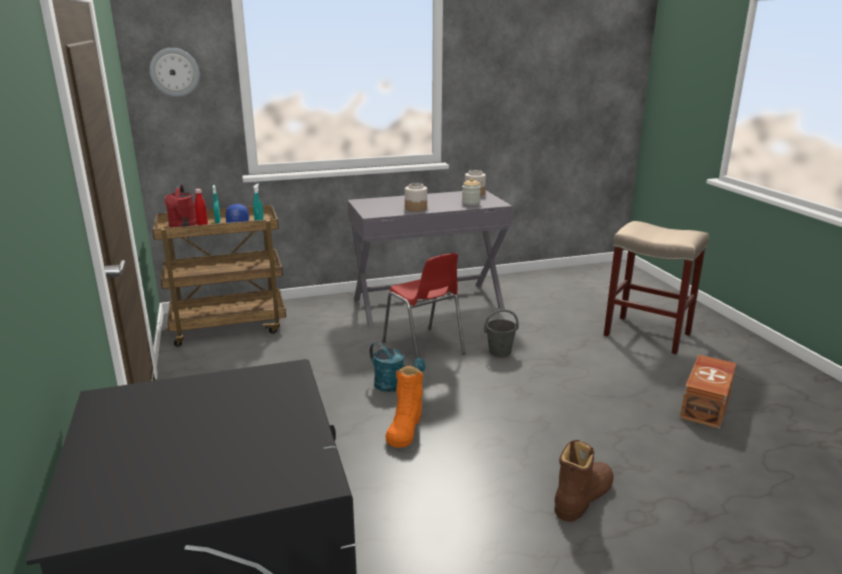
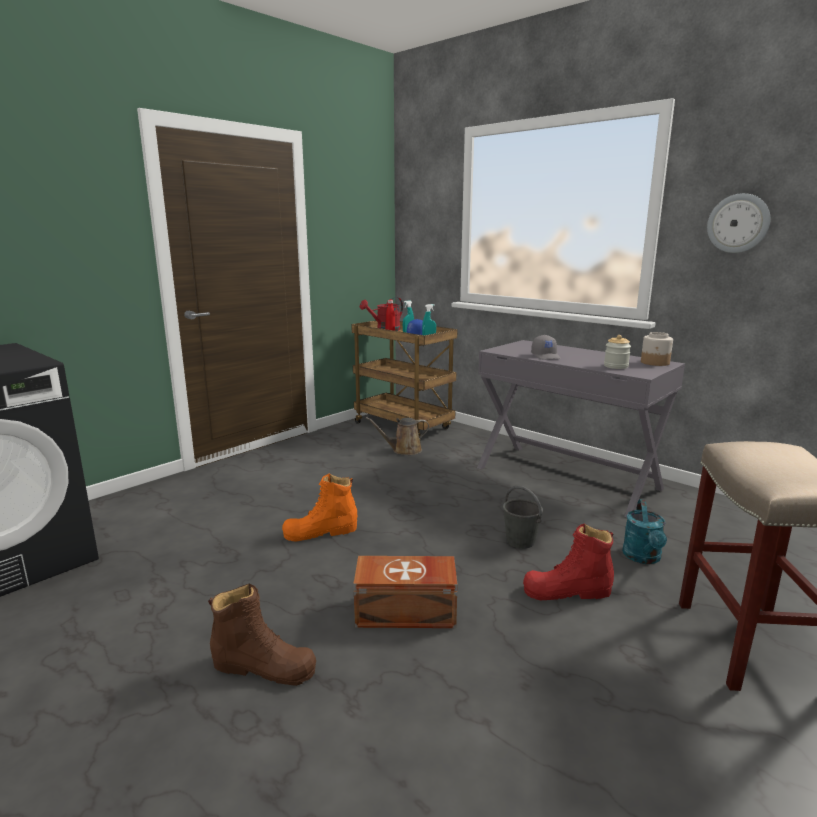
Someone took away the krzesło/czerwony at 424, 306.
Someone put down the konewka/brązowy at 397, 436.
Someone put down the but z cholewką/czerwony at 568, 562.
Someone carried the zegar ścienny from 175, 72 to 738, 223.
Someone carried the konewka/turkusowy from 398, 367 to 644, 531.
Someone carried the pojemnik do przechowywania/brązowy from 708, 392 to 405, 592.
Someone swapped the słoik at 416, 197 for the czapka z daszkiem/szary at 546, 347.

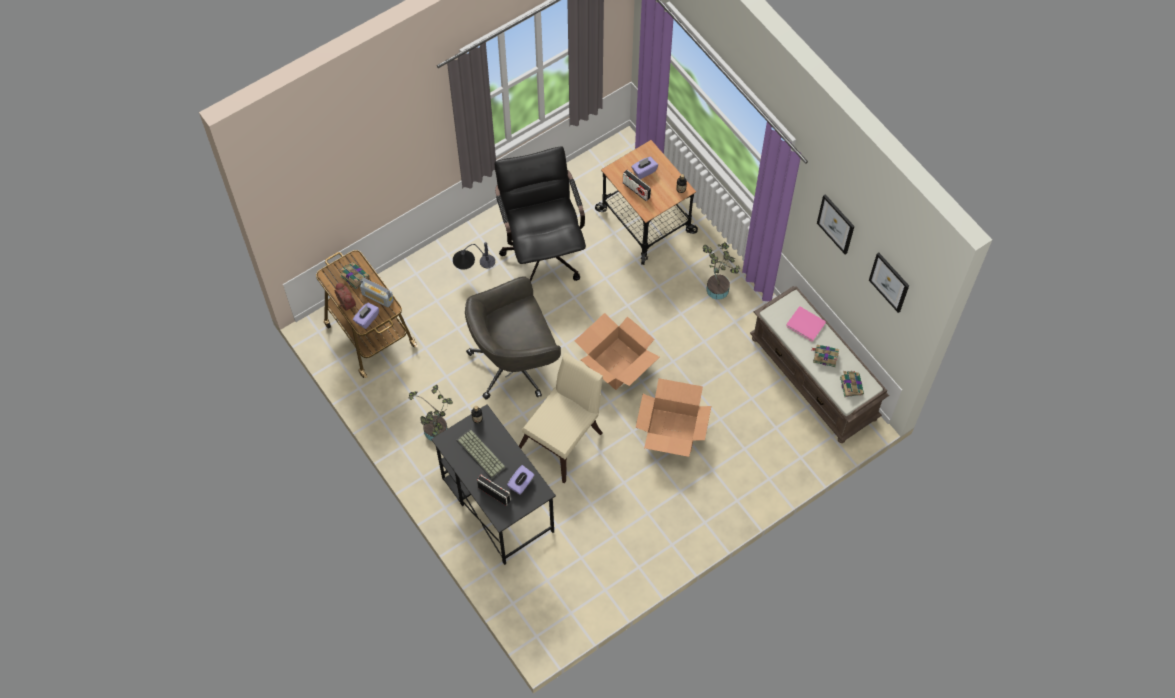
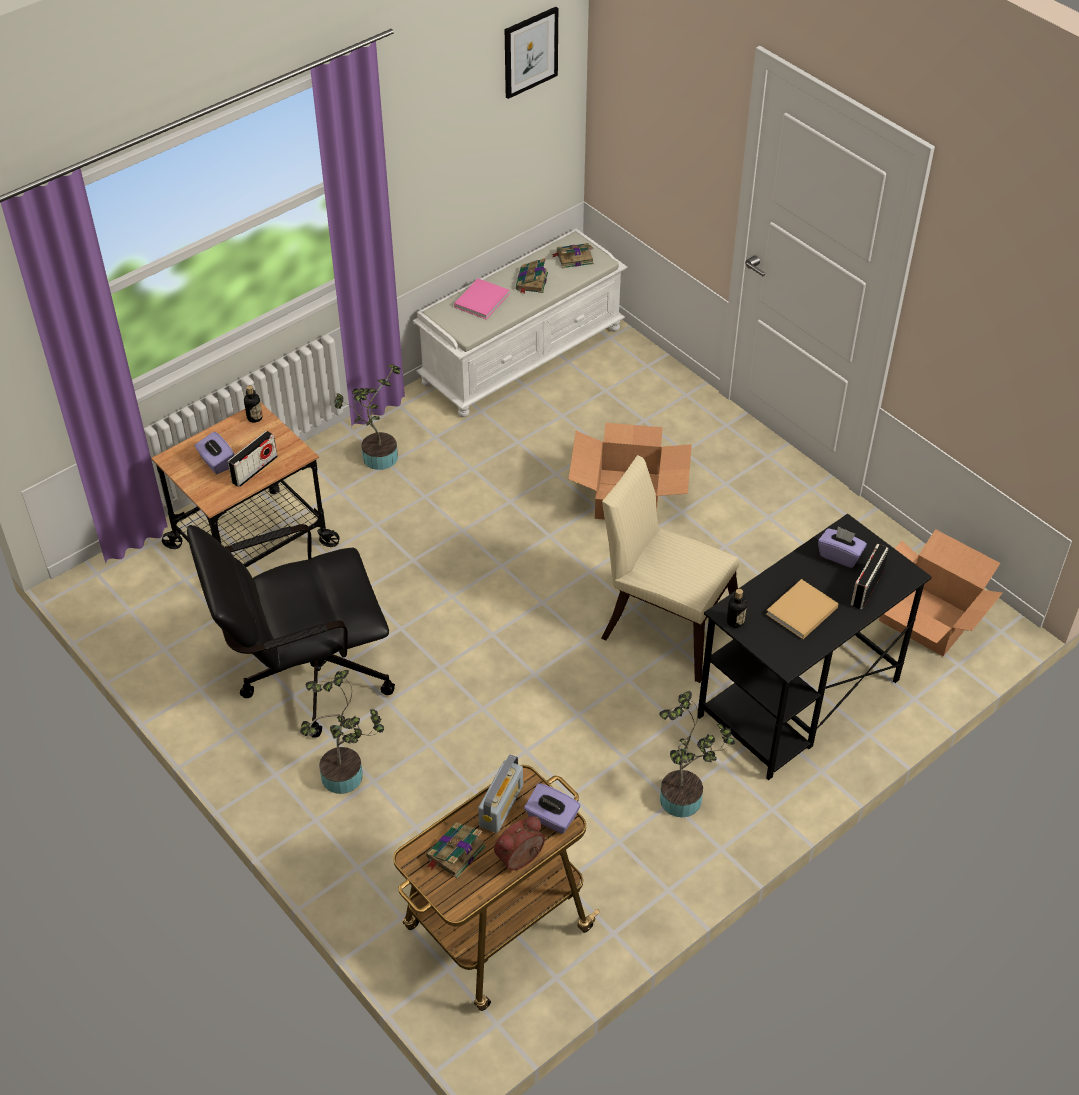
Someone took away the krzesło biurowe/szary at 513, 338.
Someone took away the obraz at 835, 224.
Someone carried the karton from 617, 351 to 940, 592.
Someone swapped the lampa stołowa at 474, 256 for the roślina doniczkowa at 342, 732.
Someone swapped the klawiatura at 481, 454 for the książka/beżowy at 802, 609.
Someone repainted the ławka/brązowy at 819, 364, which became the ławka/biały at 520, 323.

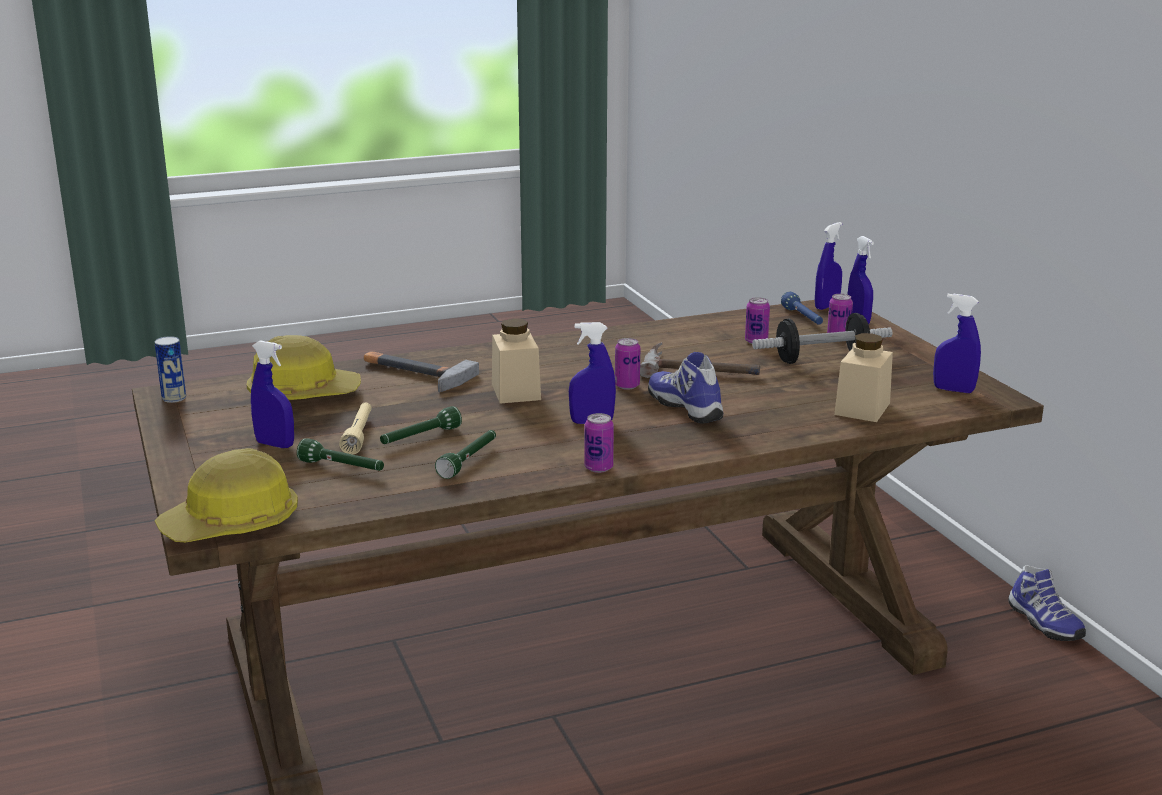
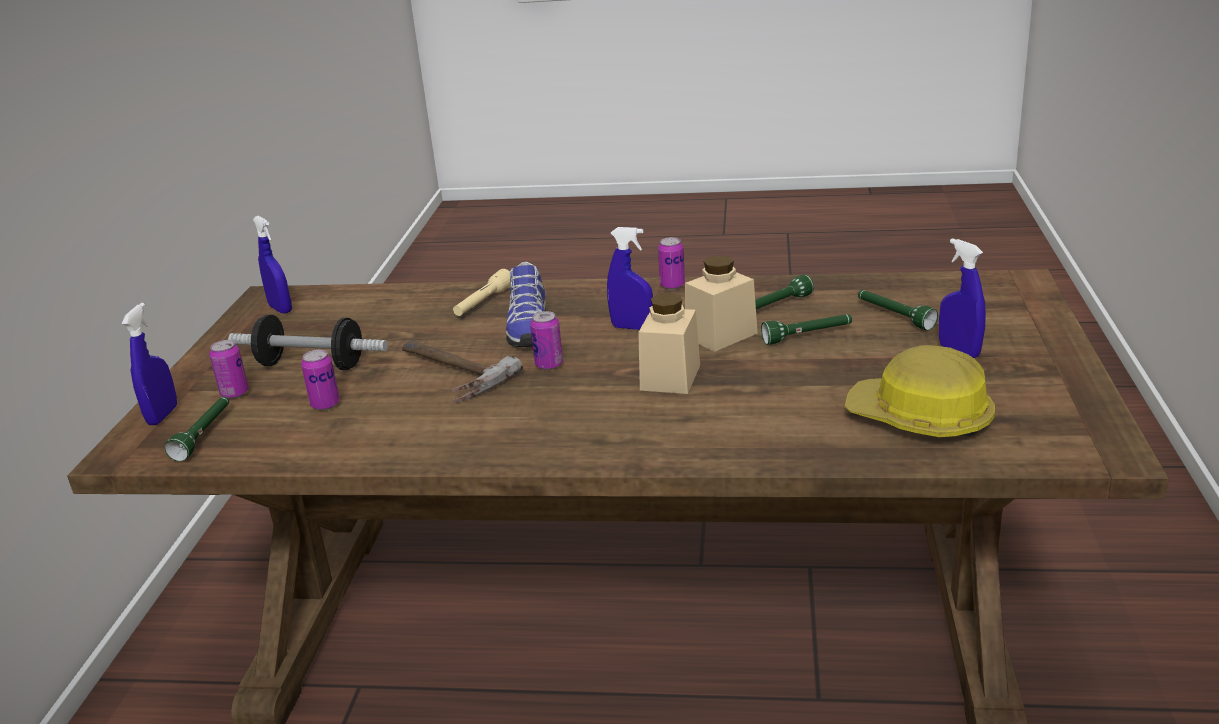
Someone took away the puszka at 170, 369.
Someone took away the kask at 226, 495.
Someone took away the młotek at 421, 372.
Someone took away the spryskiwacz/niebieski at 828, 266.
Someone took away the but at 1047, 603.
Someone carried the latarka/beżowy from 355, 428 to 481, 292.
Someone carried the słoik/beżowy from 863, 377 to 721, 303.
Someone repainted the latarka/niebieski at 802, 308, which became the latarka/zielony at 196, 429.

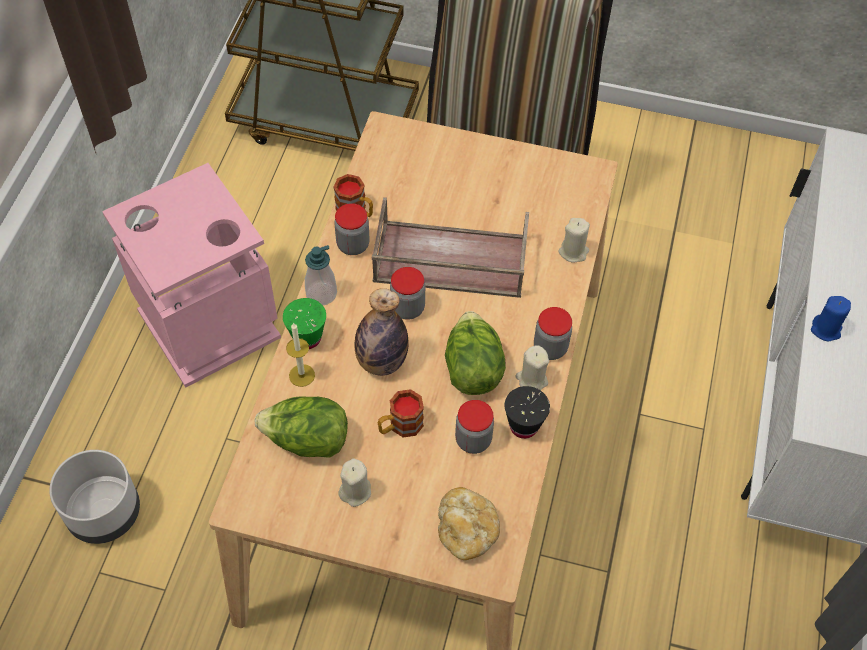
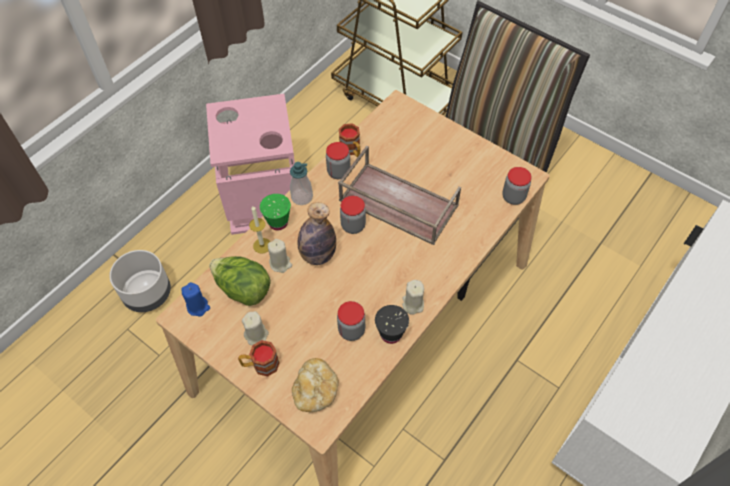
Someone took away the sałata at 475, 353.
Someone carried the kubek from 401, 413 to 259, 358.
Someone carried the słoik from 553, 333 to 517, 186.
Someone carried the świeca/beżowy from 574, 240 to 280, 256.
Someone carried the świeca/niebieski from 831, 318 to 195, 299.

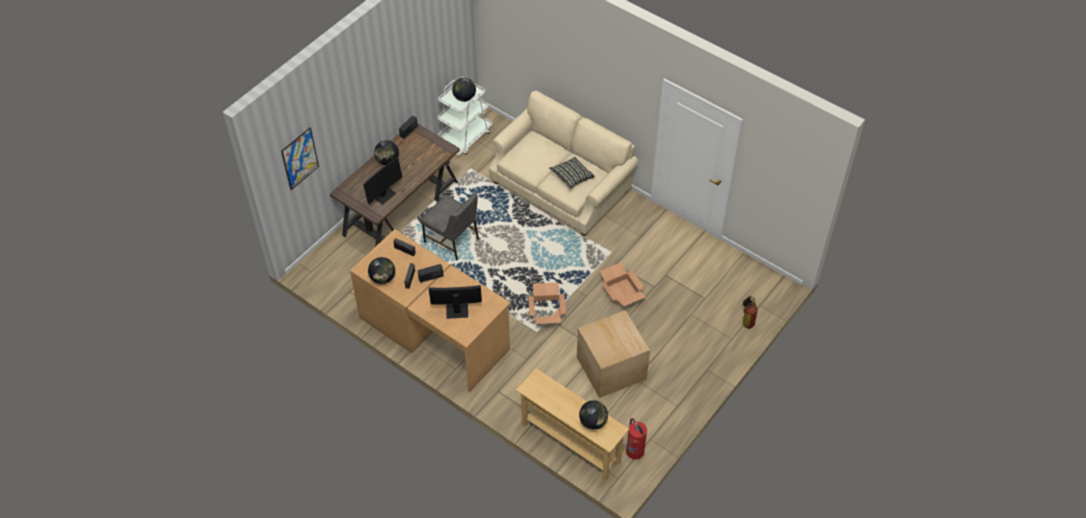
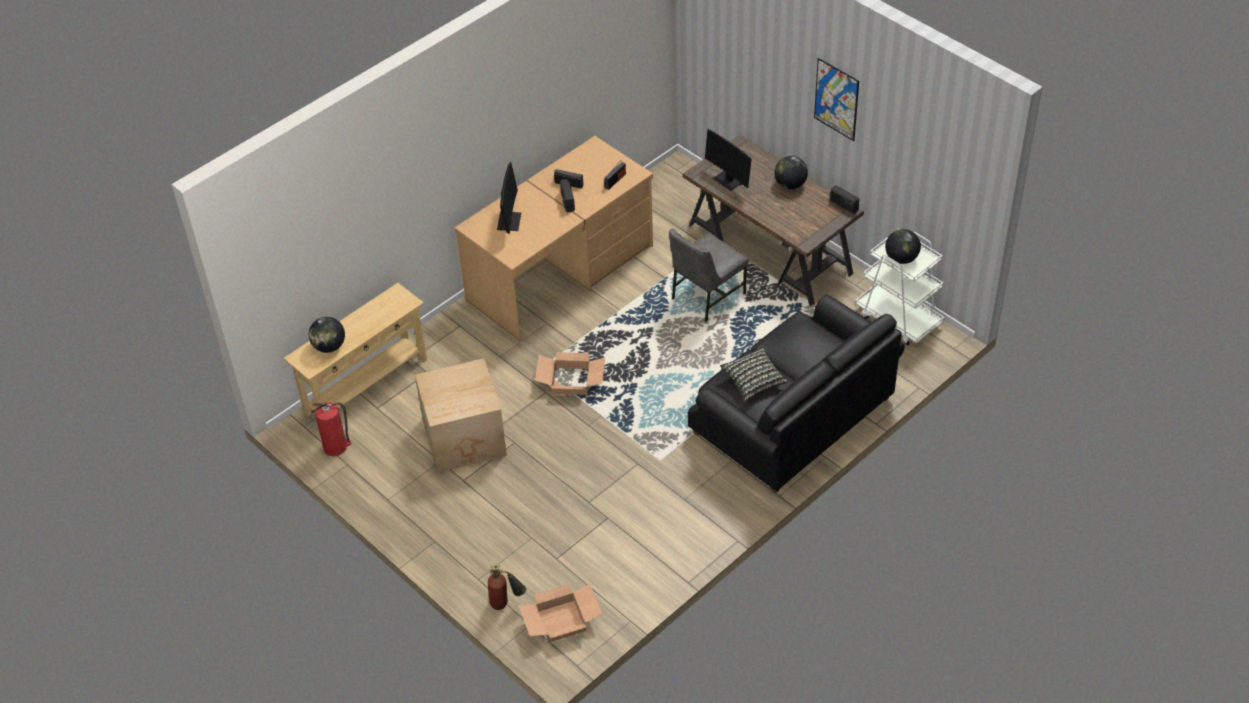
Someone took away the globus at 381, 270.
Someone carried the obraz from 300, 159 to 836, 99.
Someone carried the karton from 623, 284 to 560, 613.
Someone repainted the kanapa/beżowy at 563, 163, which became the kanapa/czarny at 796, 394.

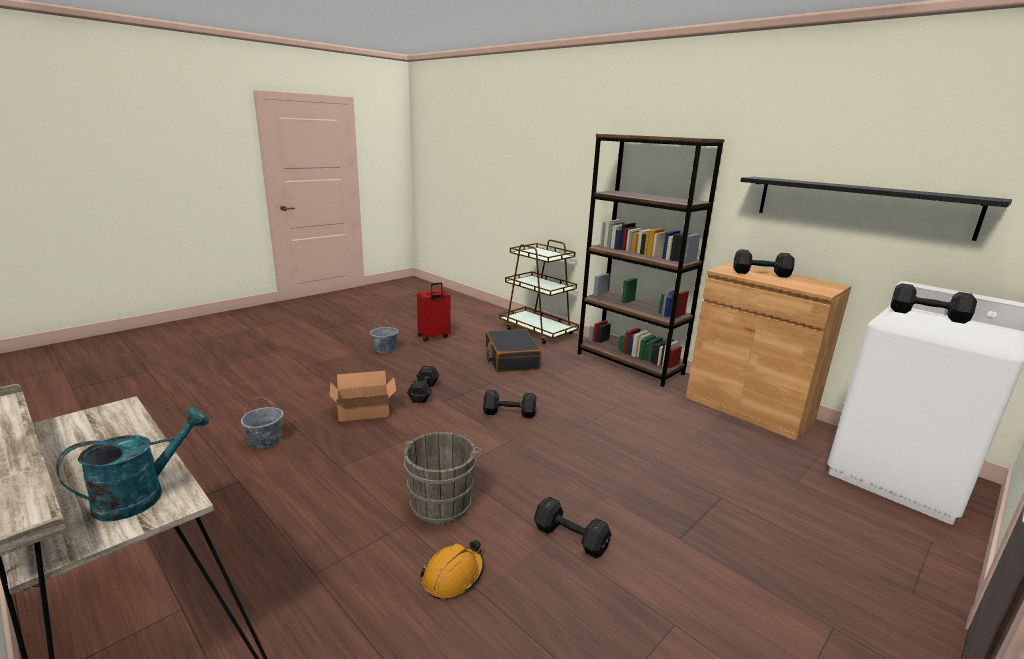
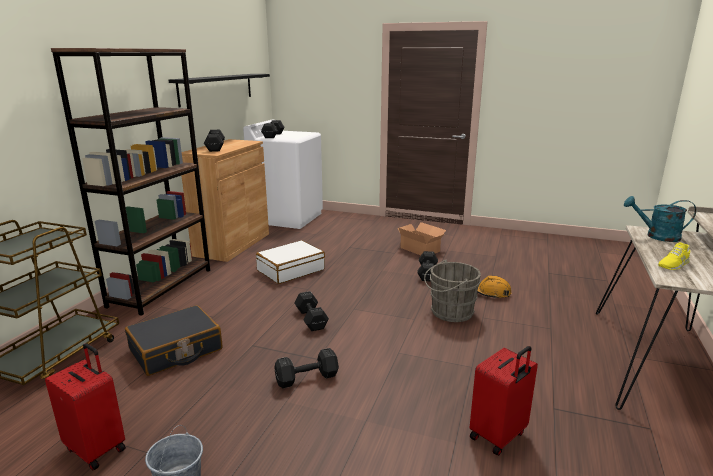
Someone put down the walizka/biały at 290, 262.
Someone put down the but/żółty at 674, 256.
Someone carried the karton from 363, 396 to 421, 238.
Someone swapped the wiadro/szary at 262, 423 for the walizka/czerwony at 503, 401.

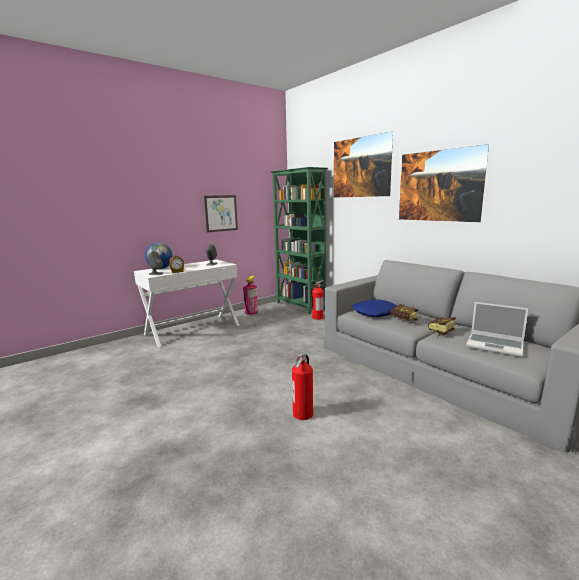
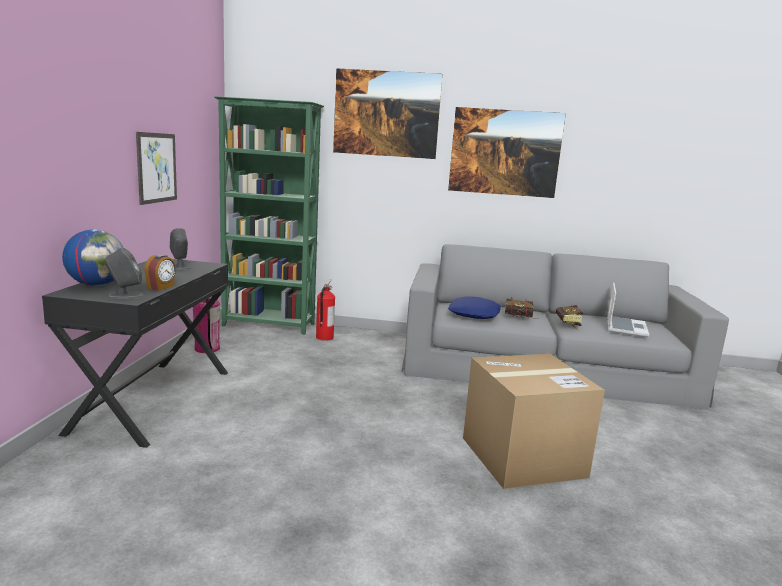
Someone swapped the gaśnica at 302, 387 for the karton at 534, 421.
Someone repainted the biurko/biały at 186, 303, which became the biurko/czarny at 135, 353.
Someone rotated the laptop at 497, 329 by 60 degrees counterclockwise.

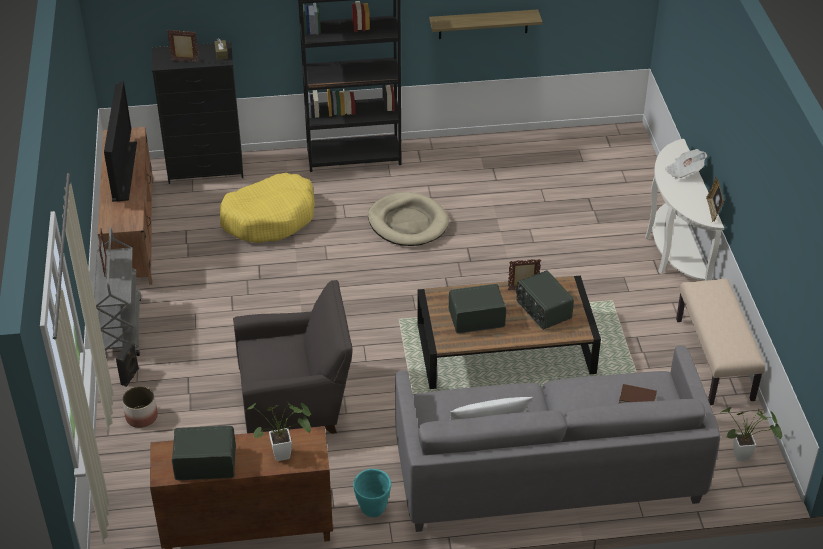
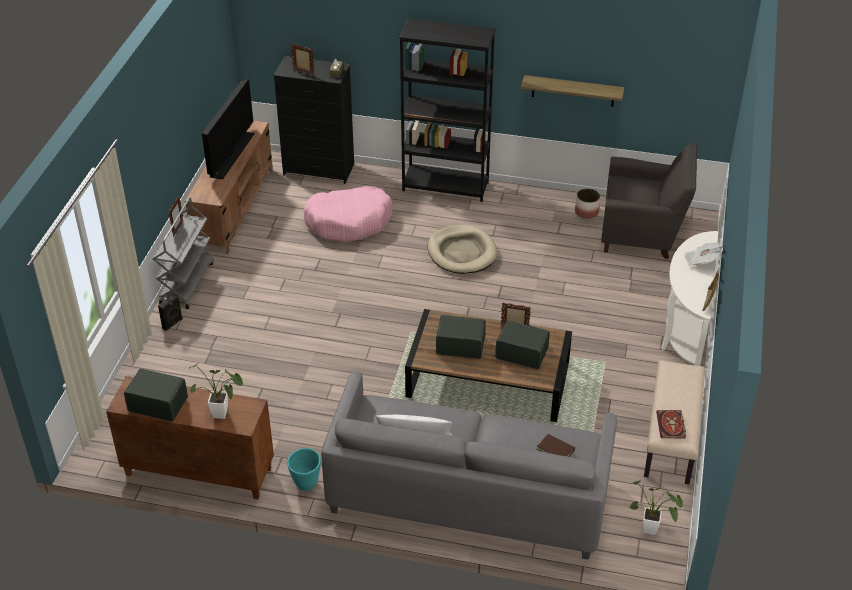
Someone put down the książka at 671, 424.
Someone carried the donica from 140, 407 to 587, 203.
Someone carried the fotel/szary from 293, 357 to 649, 200.
Someone repainted the legowisko/żółty at 267, 208, which became the legowisko/różowy at 348, 214.
Someone rotated the radio at 545, 300 by 120 degrees clockwise.

